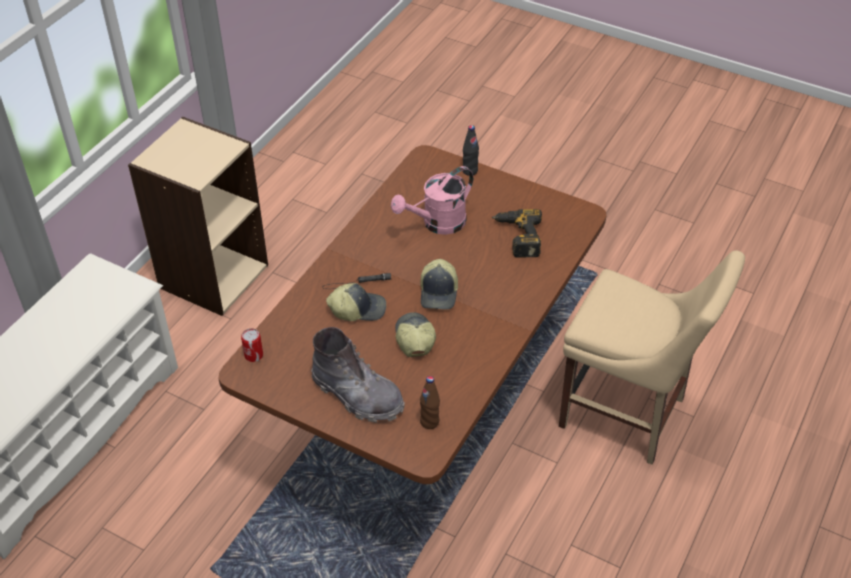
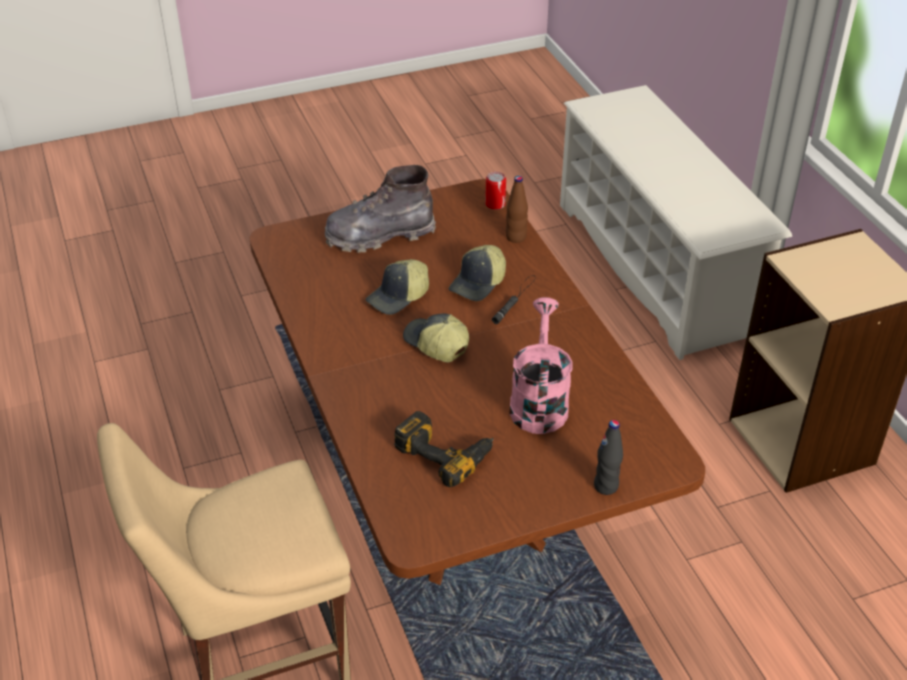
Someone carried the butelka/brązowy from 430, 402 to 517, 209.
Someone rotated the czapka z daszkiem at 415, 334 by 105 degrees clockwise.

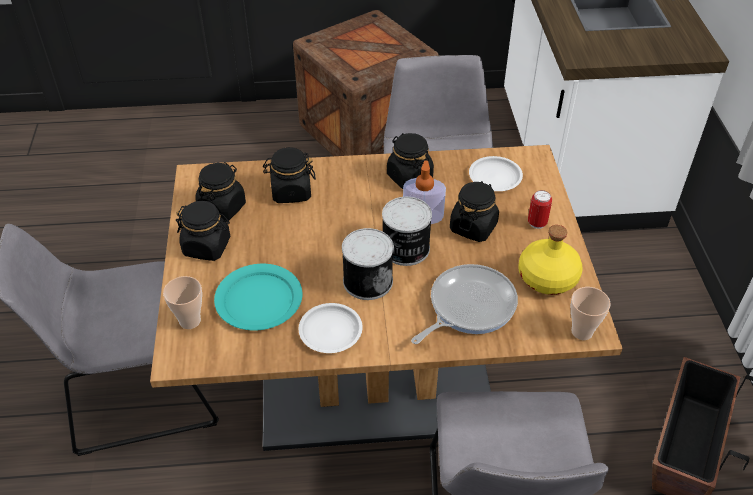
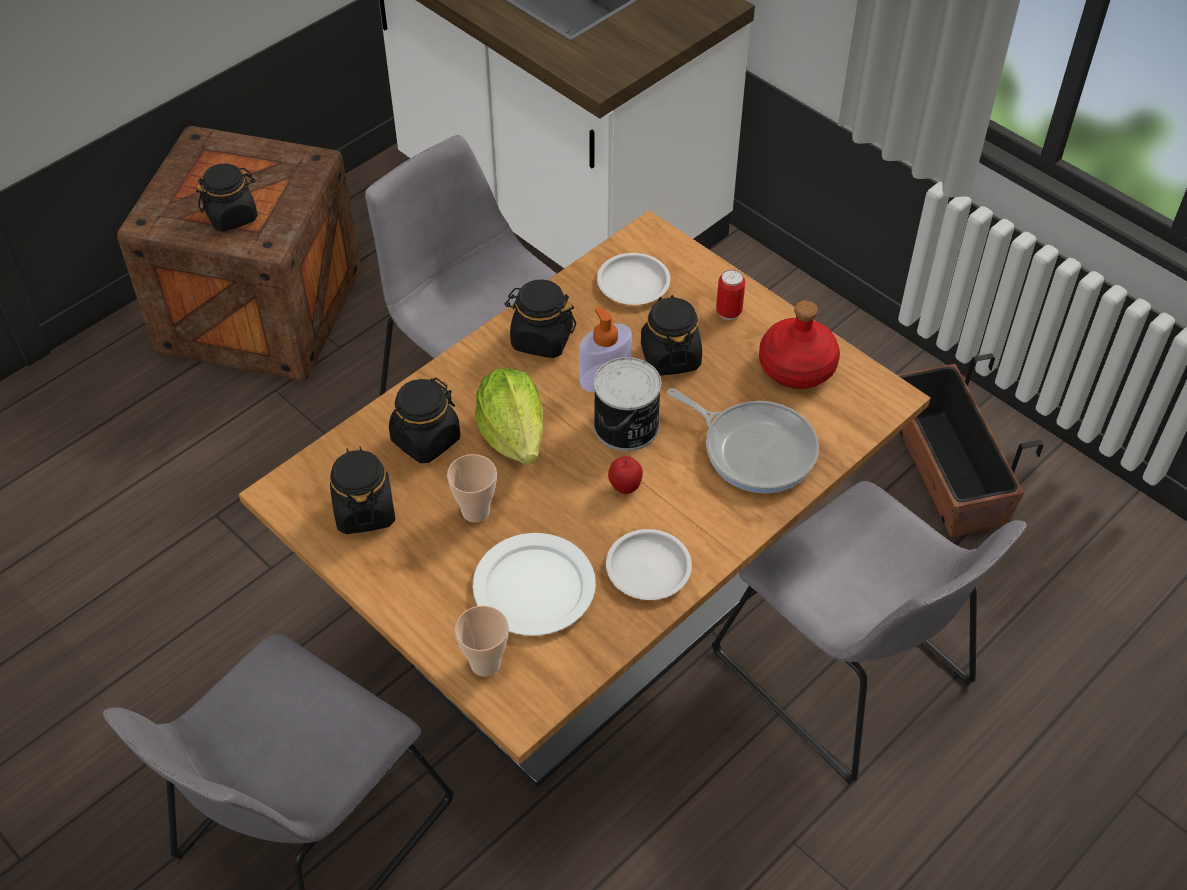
Someone put down the sałata at 509, 416.
Someone carried the słoik/czarny from 203, 231 to 227, 198.
Someone carried the filiżanka from 591, 313 to 472, 488.
Someone swapped the puszka at 368, 264 for the jabłko at 625, 475.
Someone repainted the talerz/turkusowy at 258, 297, which became the talerz/biały at 534, 584.
Someone repainted the butelka/żółty at 550, 260, which became the butelka/czerwony at 799, 344.
Someone rotated the patelnia at 464, 304 by 120 degrees clockwise.

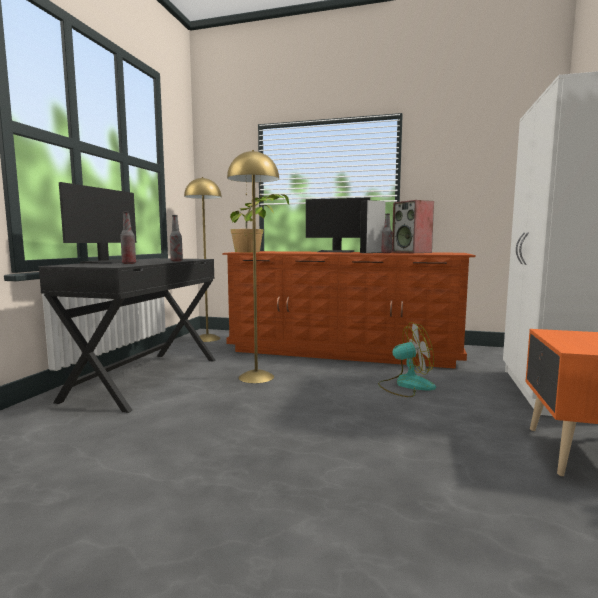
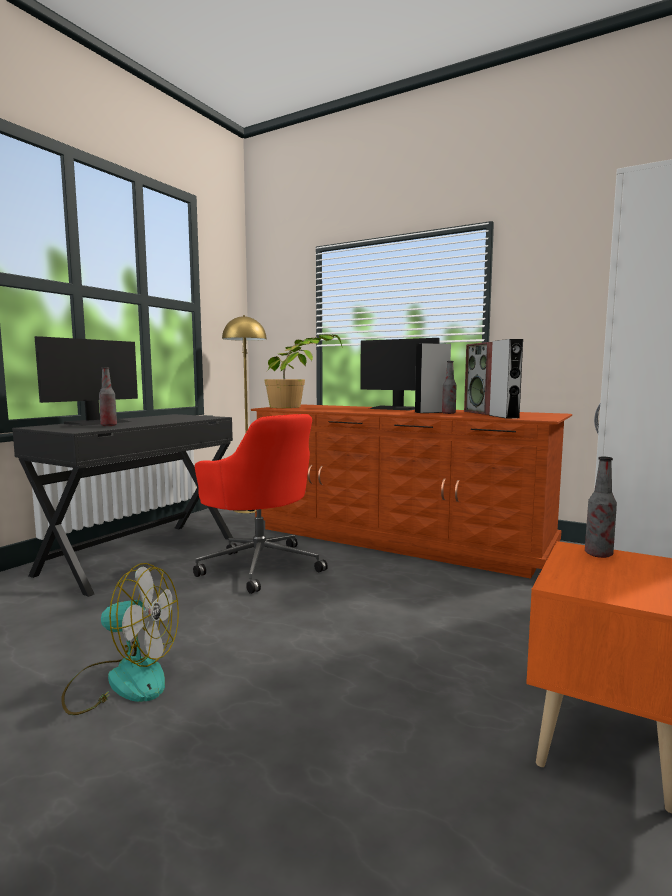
Someone put down the głośnik/szary at 506, 379.
Someone carried the butelka from 176, 238 to 601, 507.
Someone carried the wentylator from 407, 359 to 120, 639.
Someone swapped the lampa stojąca/żółty at 253, 266 for the krzesło biurowe/czerwony at 260, 504.

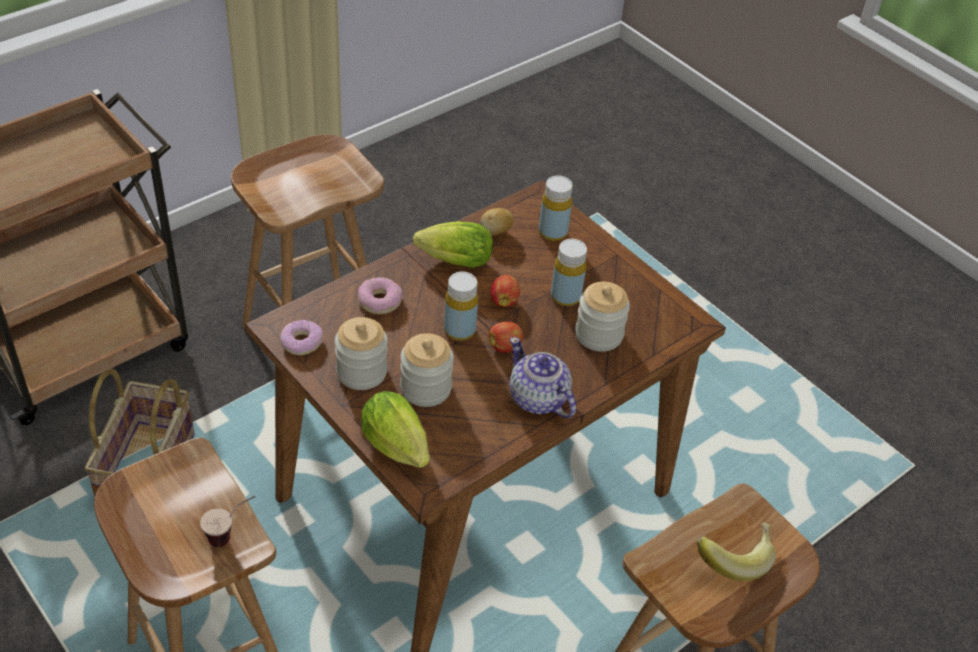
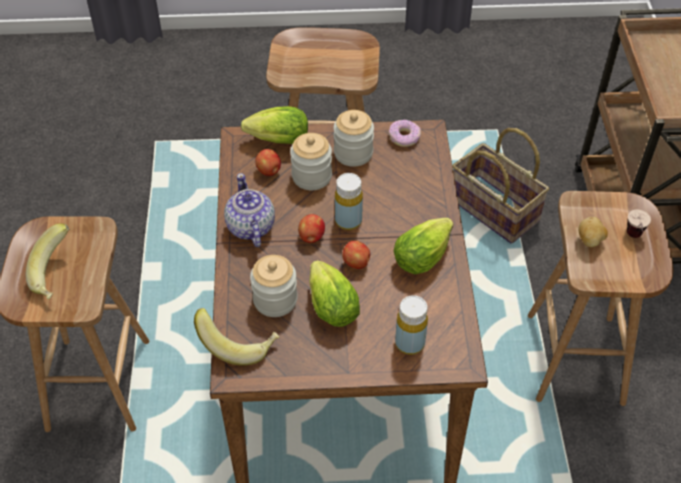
Someone took away the donut at 380, 295.
Someone put down the banan at 237, 337.
Someone put down the jabłko at 268, 162.
Someone carried the filiżanka from 227, 521 to 639, 224.
Someone carried the ziemniak from 496, 222 to 593, 232.
Someone swapped the butelka/żółty at 569, 272 for the sałata at 334, 293.
Someone rotated the imbryk at 542, 377 by 105 degrees counterclockwise.

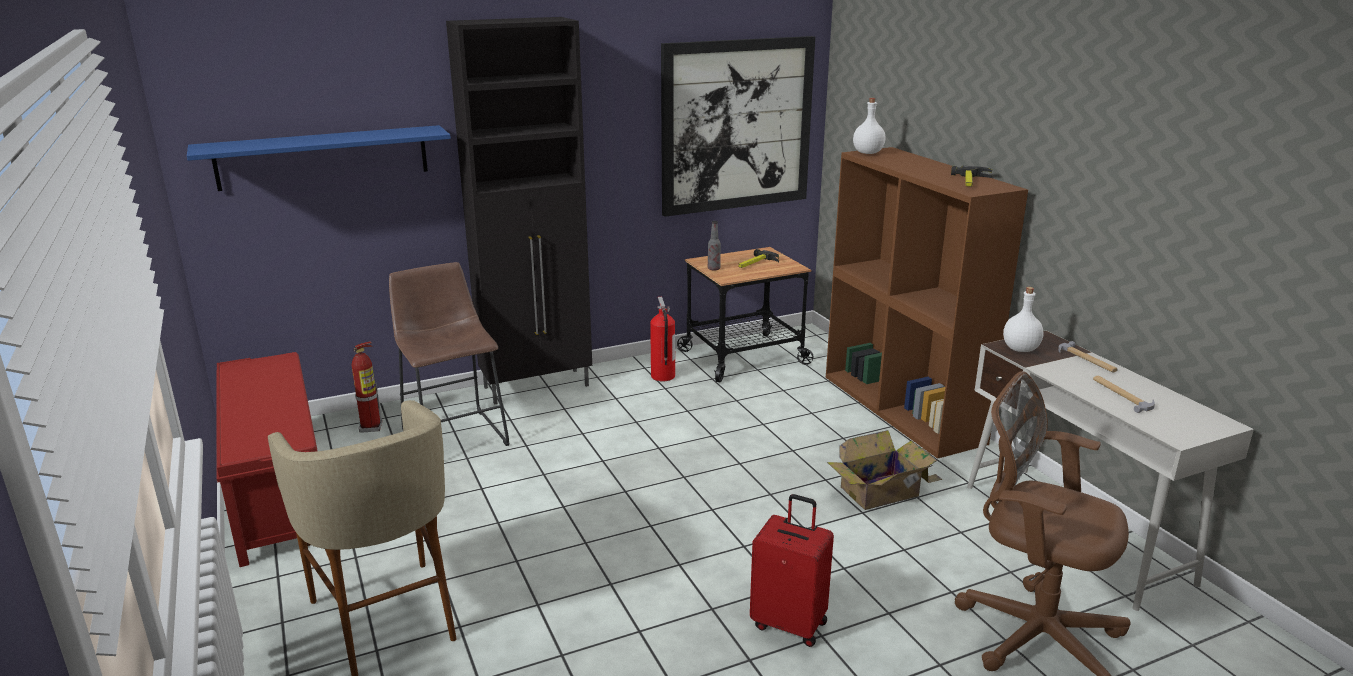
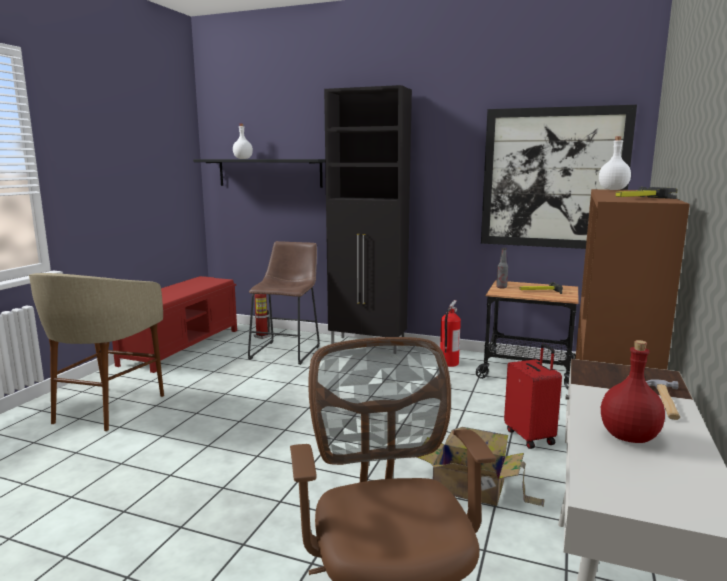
Someone carried the walizka/czerwony from 792, 570 to 533, 396.
Someone carried the butelka/biały from 1023, 319 to 243, 141.
Someone swapped the młotek at 1124, 394 for the butelka/czerwony at 633, 391.
Someone repainted the półka/niebieski at 319, 158, which became the półka/czarny at 259, 173.

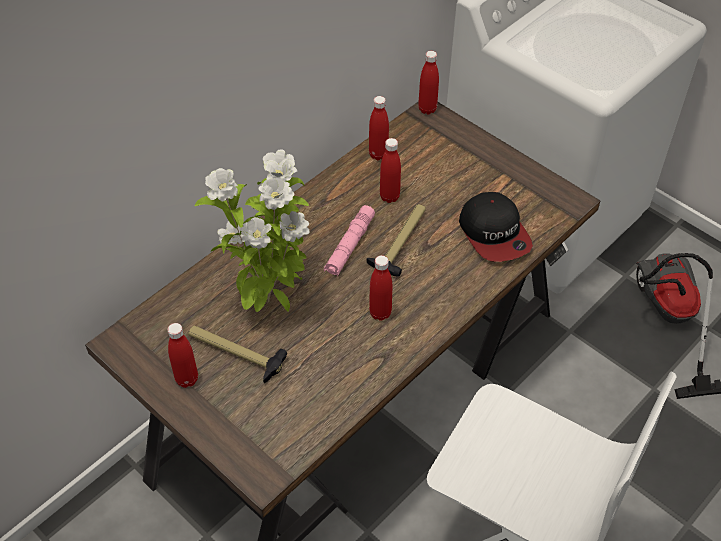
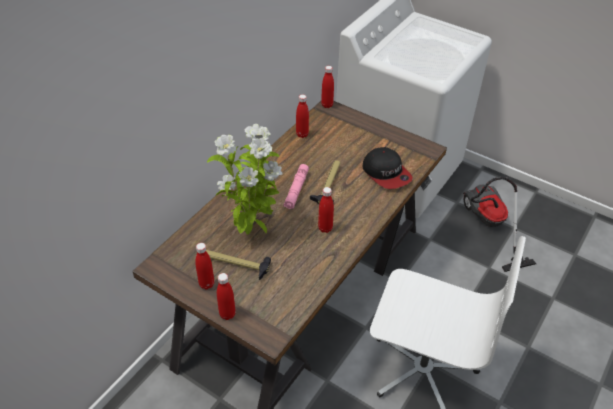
Someone carried the butelka/czerwony from 390, 170 to 226, 296.

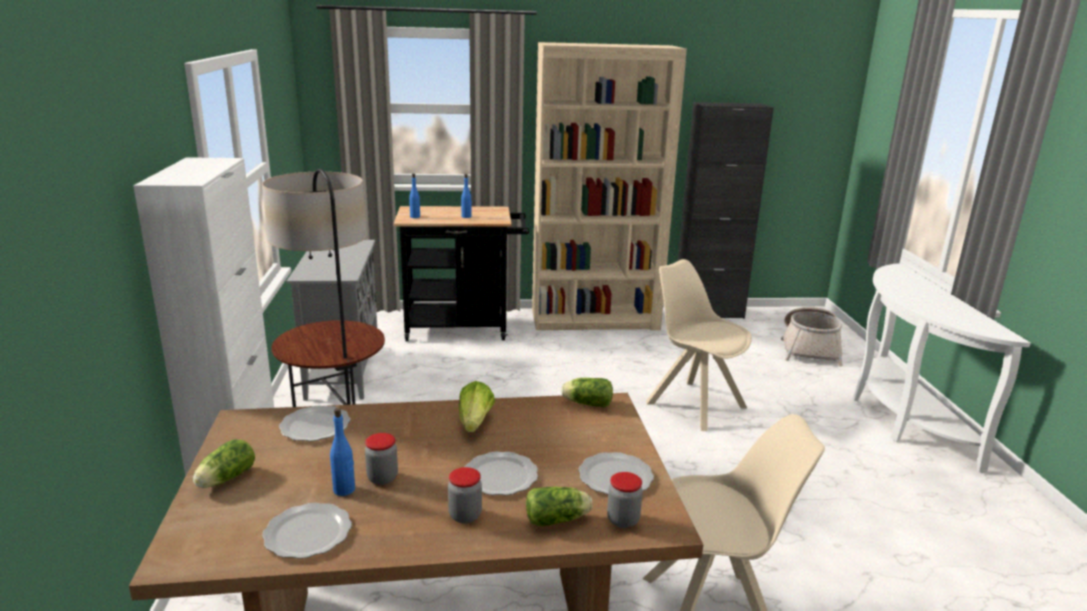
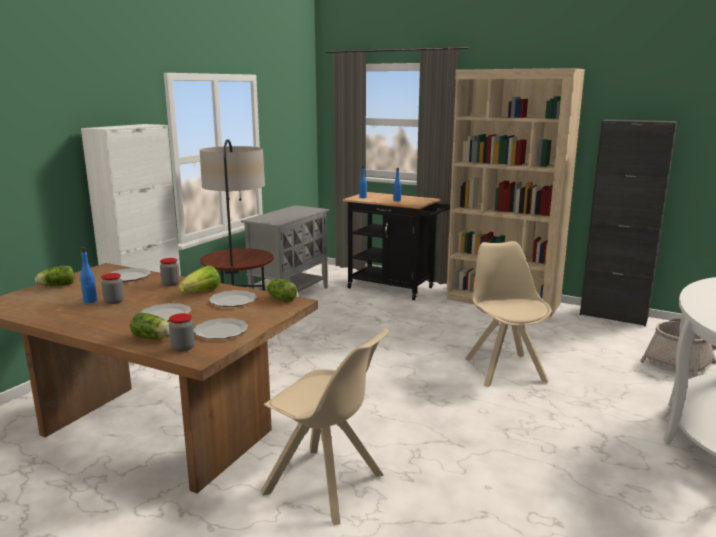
Someone carried the talerz from 307, 531 to 233, 298.
Someone carried the słoik from 465, 495 to 170, 272.

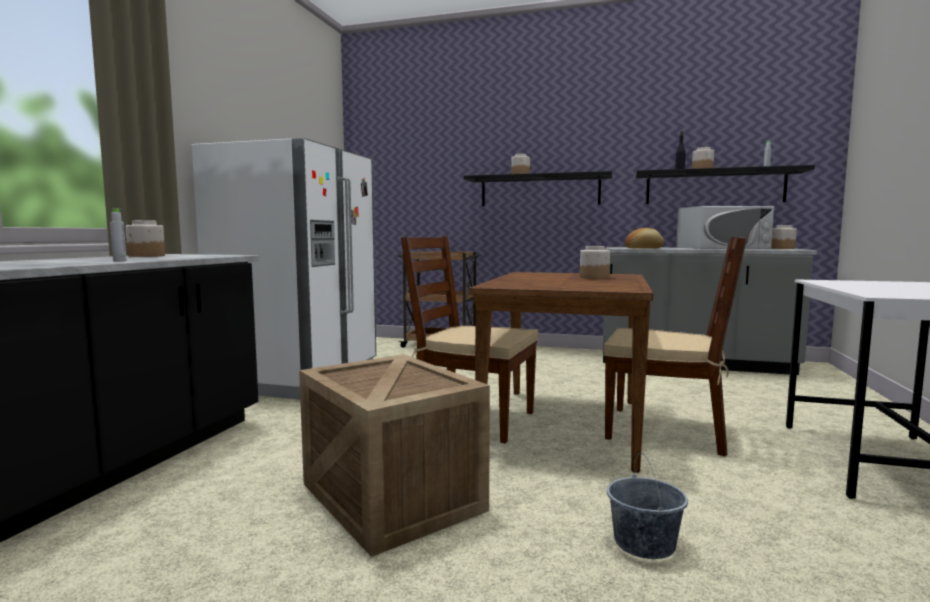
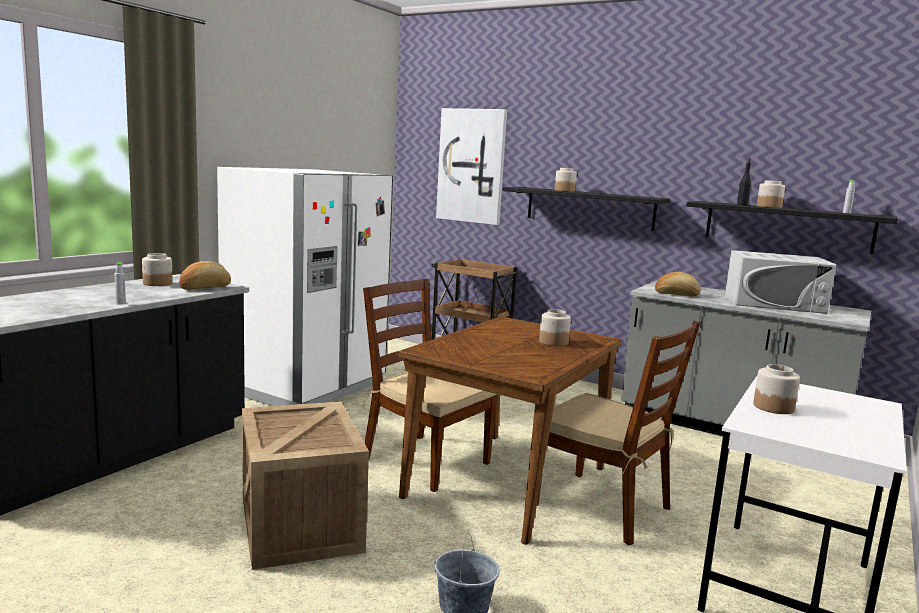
Someone put down the chleb at 205, 275.
Someone put up the obraz at 471, 166.
Someone carried the słoik from 784, 237 to 776, 389.

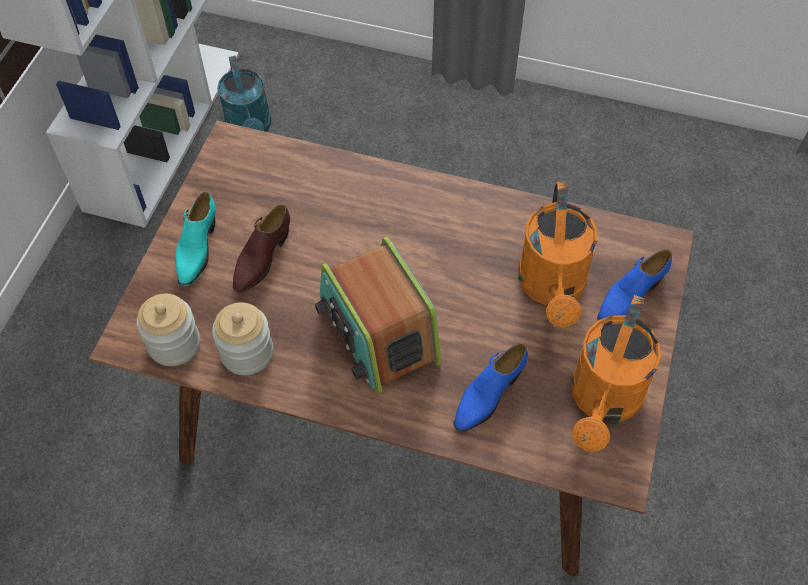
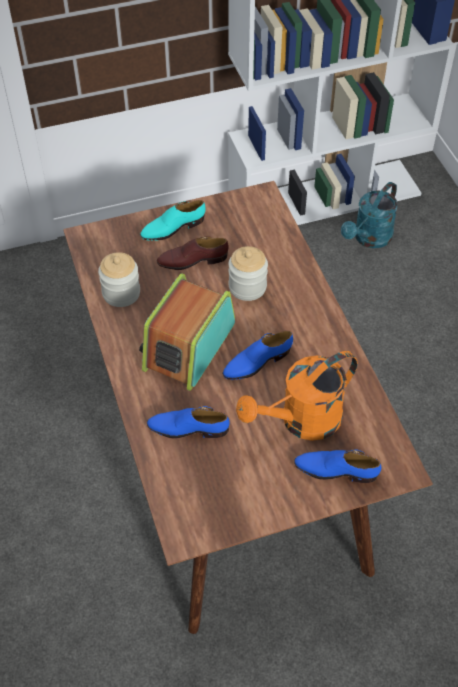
Someone took away the konewka/pomarańczowy at 616, 373.
Someone put down the but/niebieski at 257, 355.
Someone carried the słoik from 168, 330 to 248, 273.

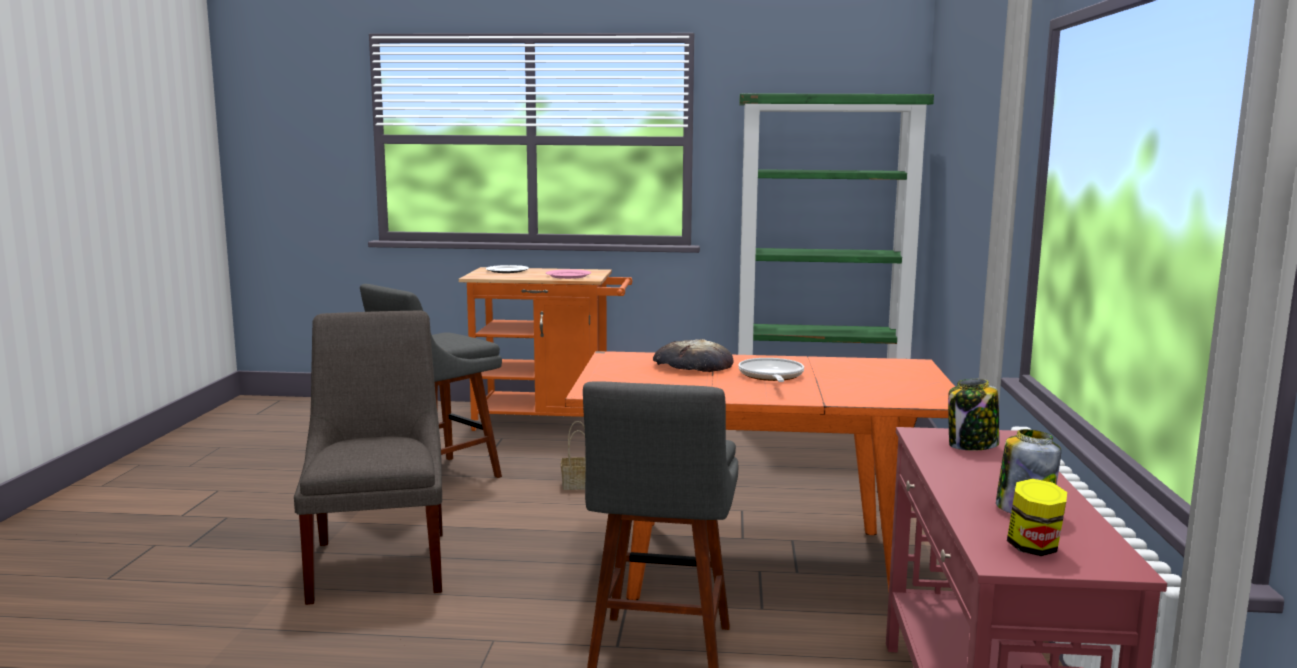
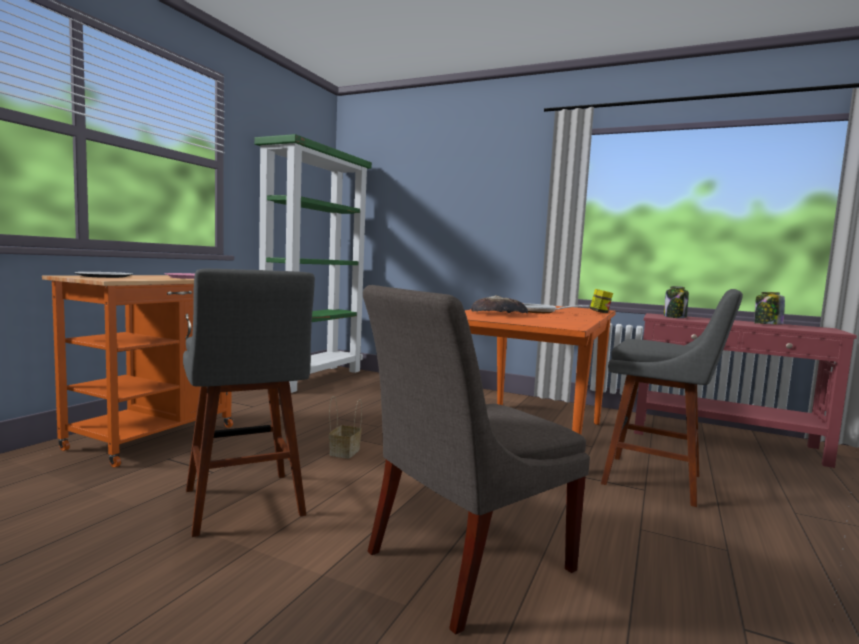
Someone carried the słoik from 1037, 517 to 601, 301.
Someone rotated the krzesło/szary at 368, 457 by 45 degrees counterclockwise.

